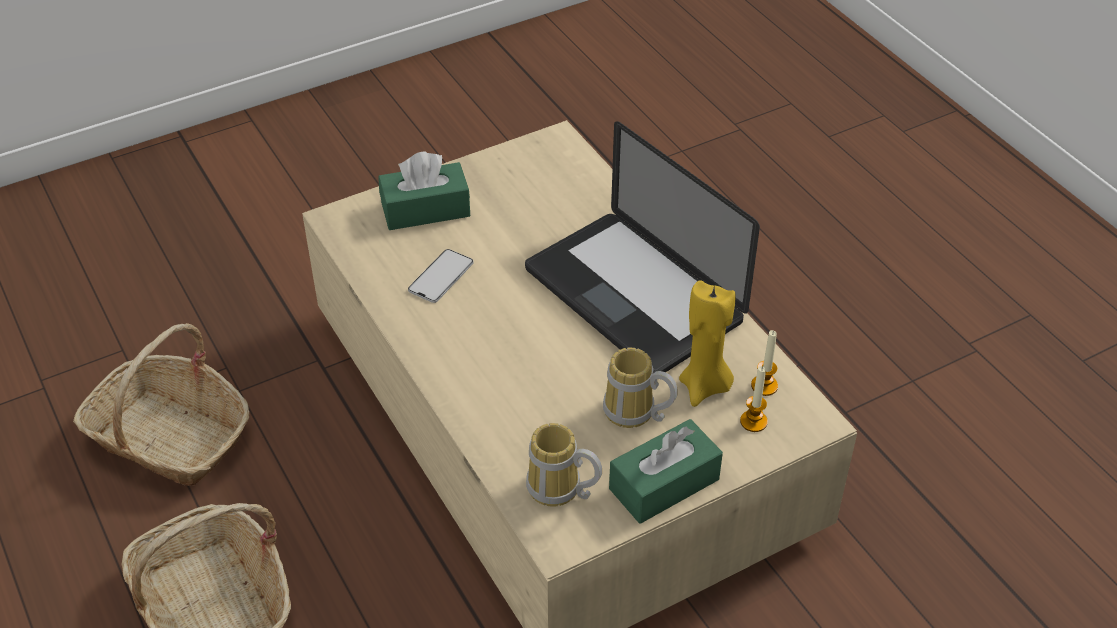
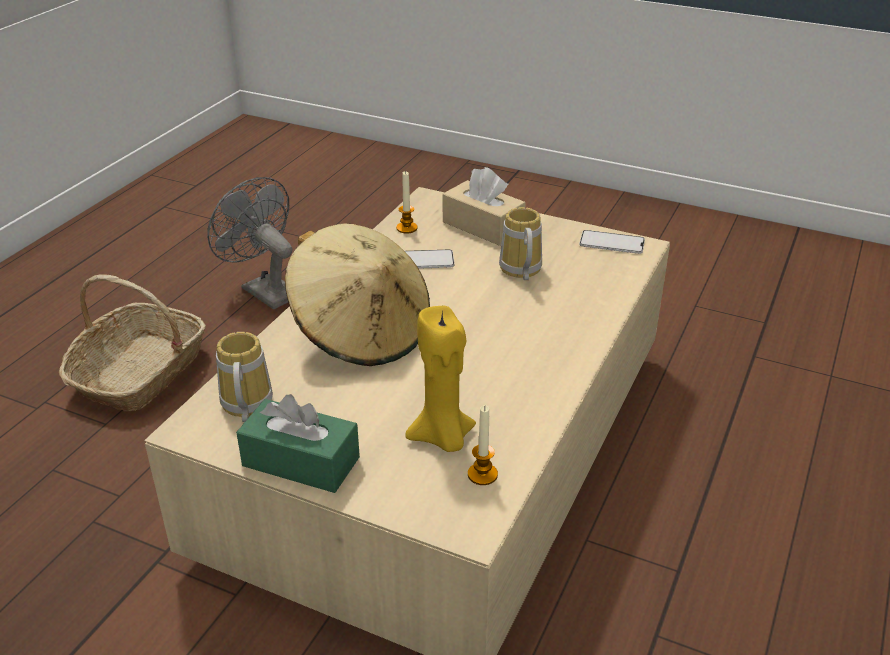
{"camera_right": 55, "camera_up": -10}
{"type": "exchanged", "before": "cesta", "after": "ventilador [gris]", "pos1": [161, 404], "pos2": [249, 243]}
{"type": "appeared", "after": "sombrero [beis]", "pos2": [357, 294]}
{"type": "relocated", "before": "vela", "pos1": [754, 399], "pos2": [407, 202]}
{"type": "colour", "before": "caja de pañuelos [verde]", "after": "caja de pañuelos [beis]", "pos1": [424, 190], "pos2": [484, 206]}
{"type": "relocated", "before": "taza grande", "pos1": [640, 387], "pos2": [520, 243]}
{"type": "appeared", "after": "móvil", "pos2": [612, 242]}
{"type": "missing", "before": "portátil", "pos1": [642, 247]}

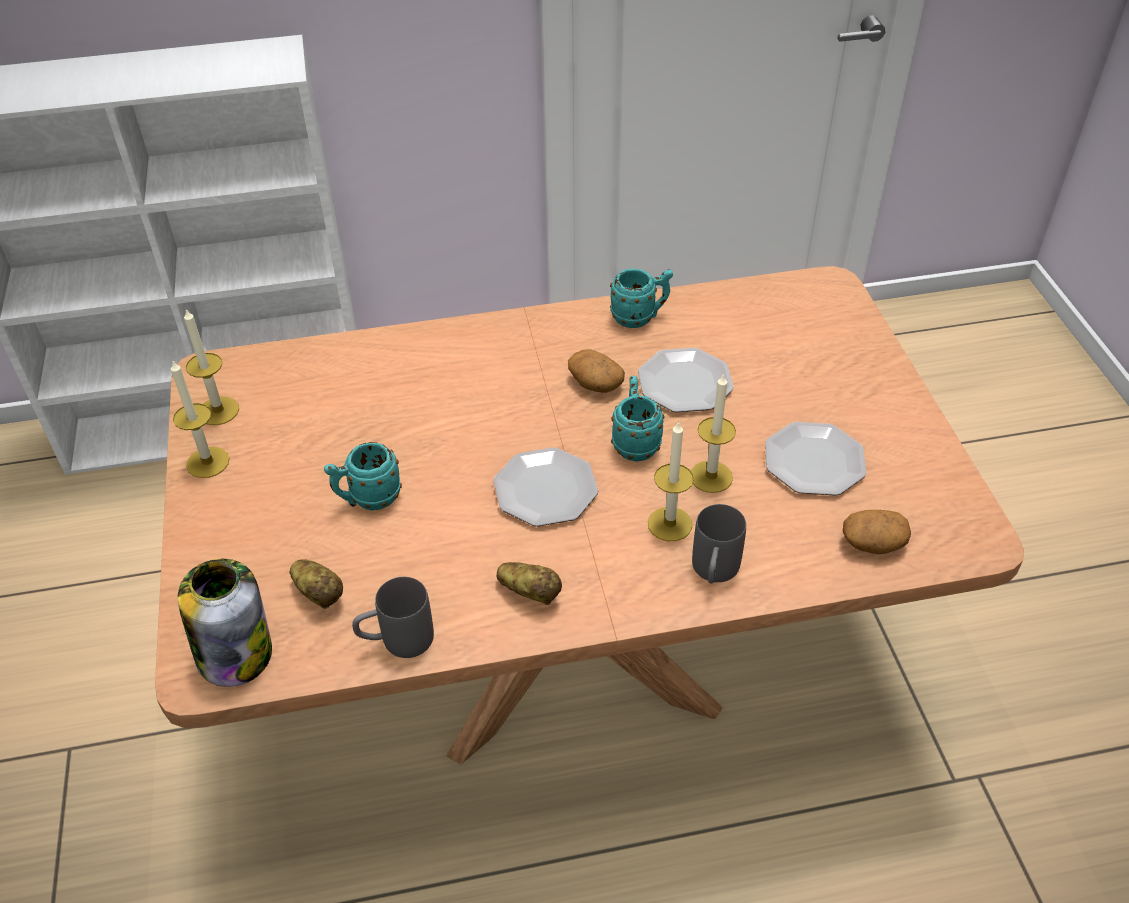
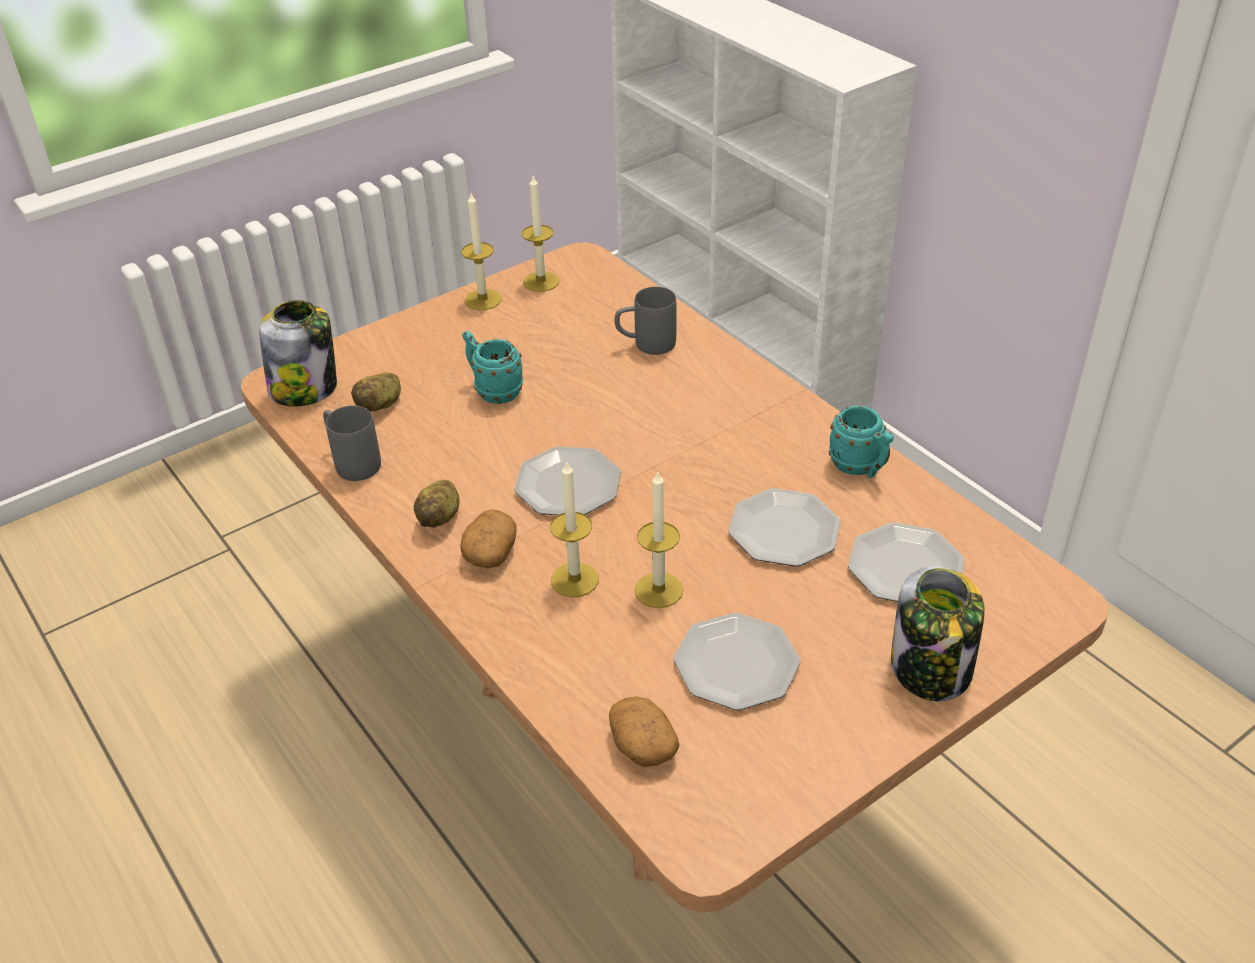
{"camera_right": 65, "camera_up": -5}
{"type": "relocated", "before": "patata", "pos1": [596, 371], "pos2": [488, 538]}
{"type": "relocated", "before": "taza grande [gris]", "pos1": [719, 543], "pos2": [646, 321]}
{"type": "appeared", "after": "plato", "pos2": [906, 562]}
{"type": "appeared", "after": "tarro", "pos2": [937, 633]}
{"type": "missing", "before": "taza grande [turquesa]", "pos1": [637, 419]}

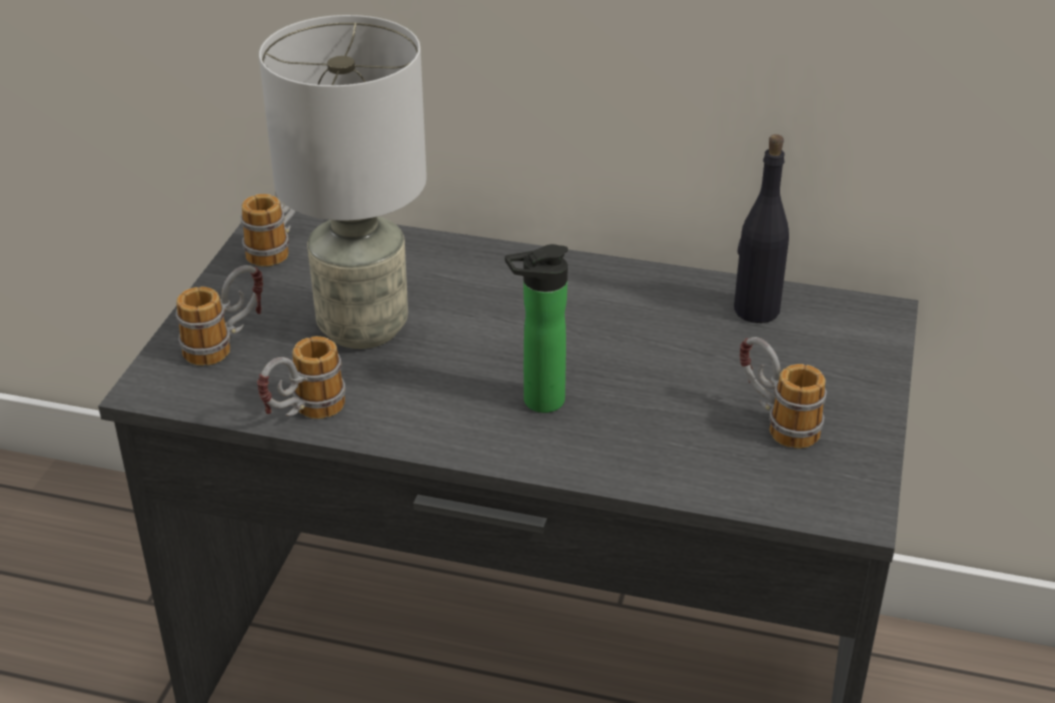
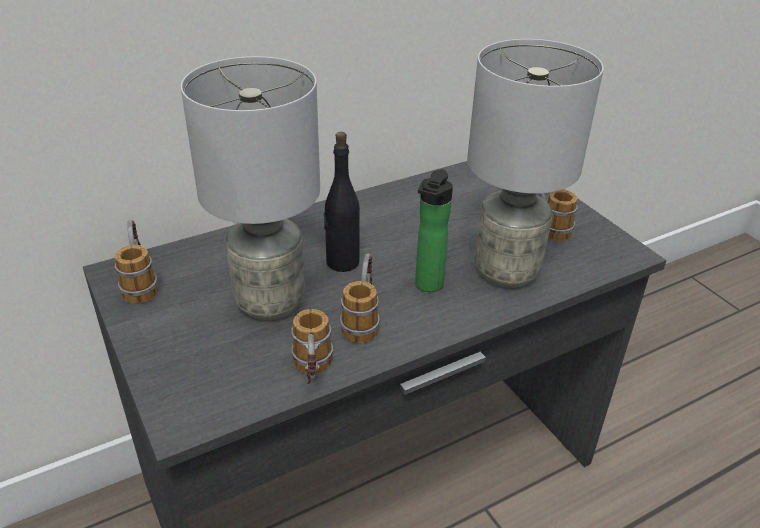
{"camera_right": -45, "camera_up": 0}
{"type": "relocated", "before": "botella [negro]", "pos1": [761, 228], "pos2": [341, 202]}
{"type": "relocated", "before": "taza grande", "pos1": [219, 315], "pos2": [360, 298]}
{"type": "appeared", "after": "lámpara de mesa [gris]", "pos2": [535, 163]}

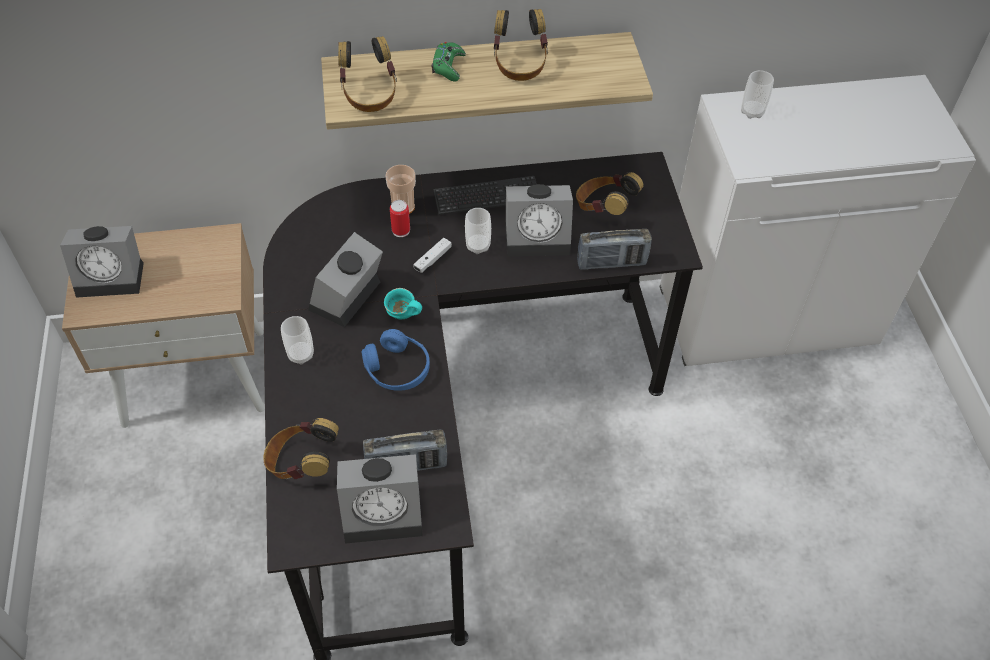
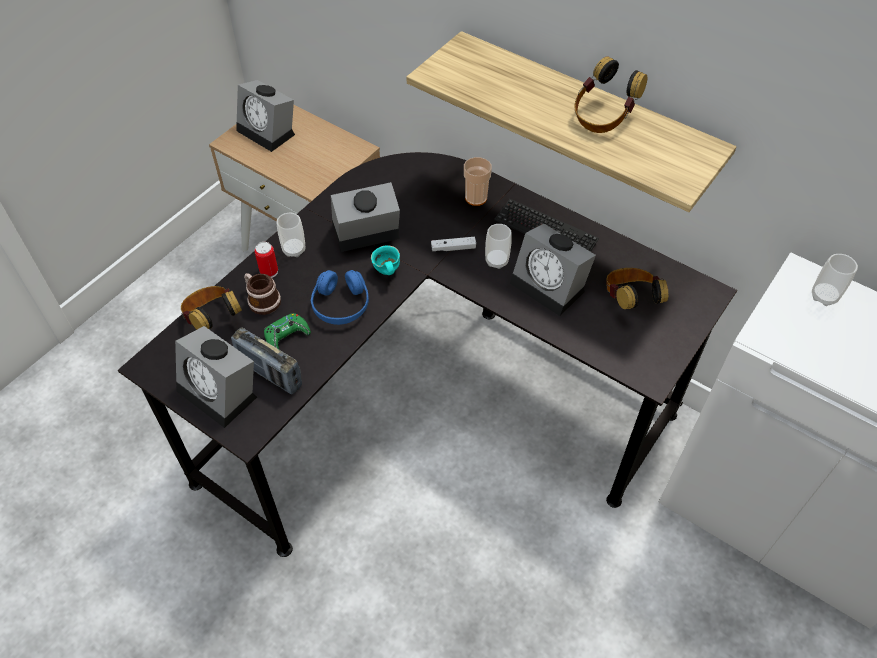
{"camera_right": 45, "camera_up": 0}
{"type": "appeared", "after": "taza grande", "pos2": [262, 294]}
{"type": "relocated", "before": "lata", "pos1": [400, 218], "pos2": [266, 260]}
{"type": "relocated", "before": "mando de consola [verde]", "pos1": [449, 61], "pos2": [287, 331]}
{"type": "missing", "before": "auriculares", "pos1": [367, 74]}
{"type": "missing", "before": "radio", "pos1": [614, 249]}

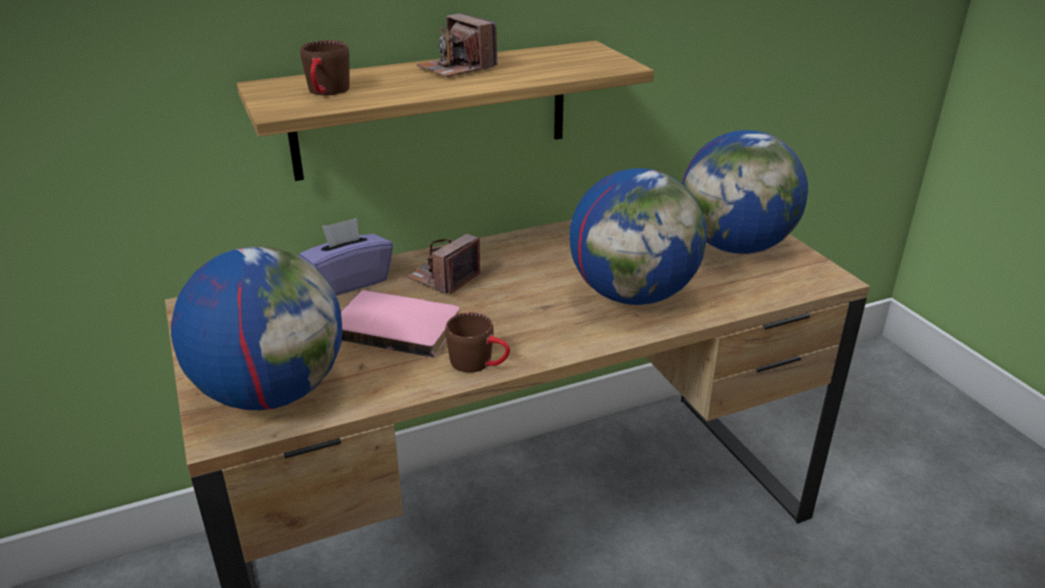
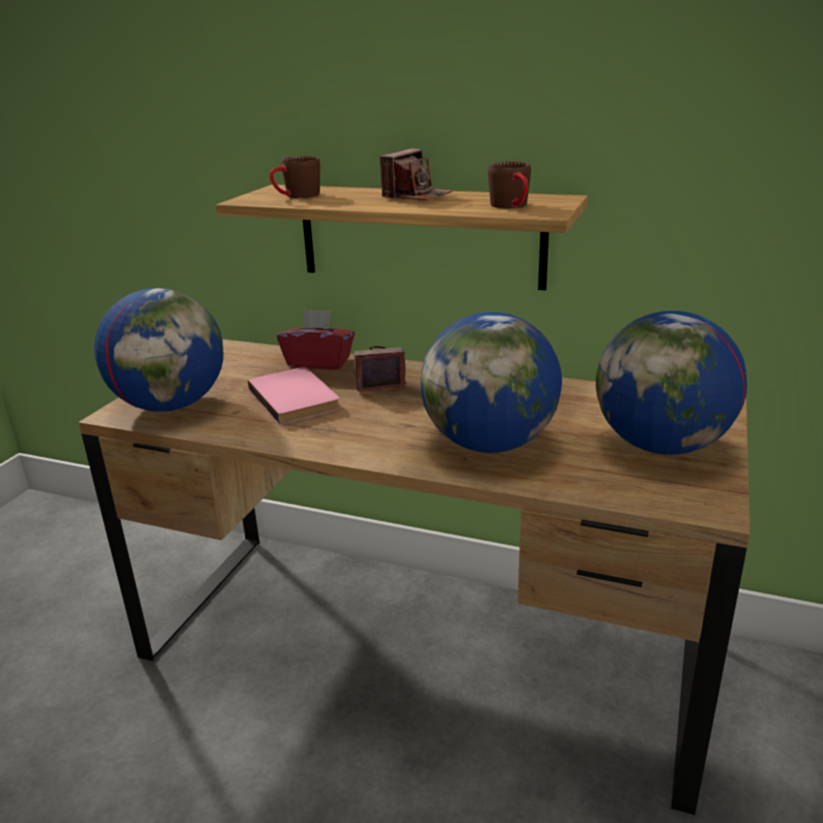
{"camera_right": 45, "camera_up": -5}
{"type": "colour", "before": "caja de pañuelos [morado]", "after": "caja de pañuelos [rojo]", "pos1": [346, 257], "pos2": [316, 339]}
{"type": "spun", "before": "cámara", "pos1": [457, 45], "pos2": [416, 174], "turn": -150}
{"type": "relocated", "before": "taza grande [marrón]", "pos1": [477, 342], "pos2": [509, 185]}

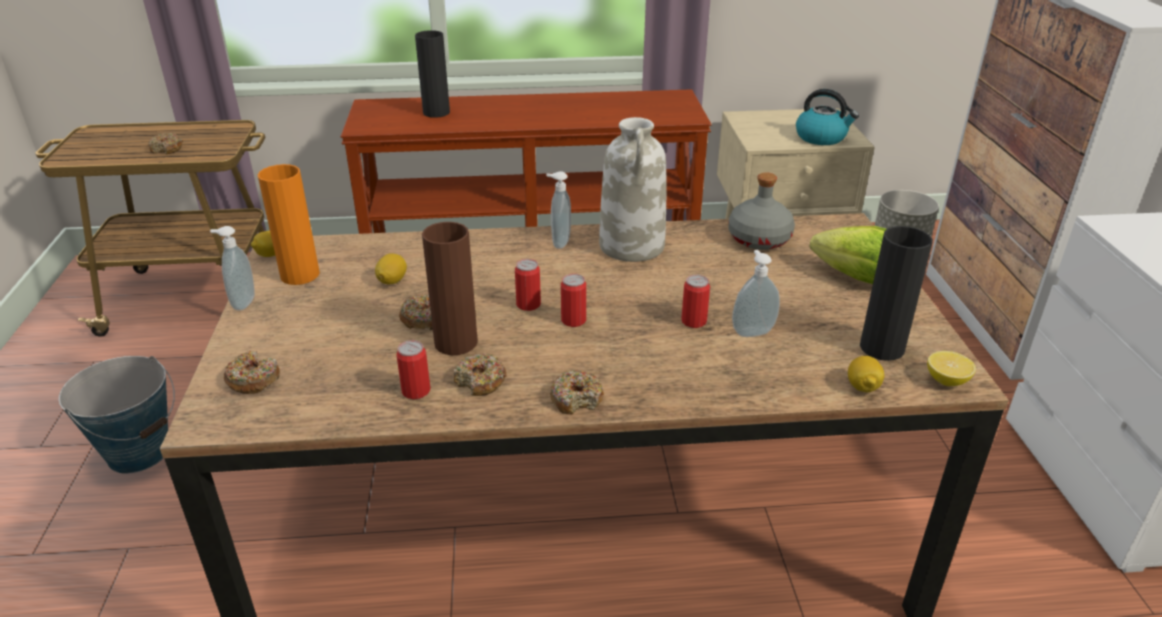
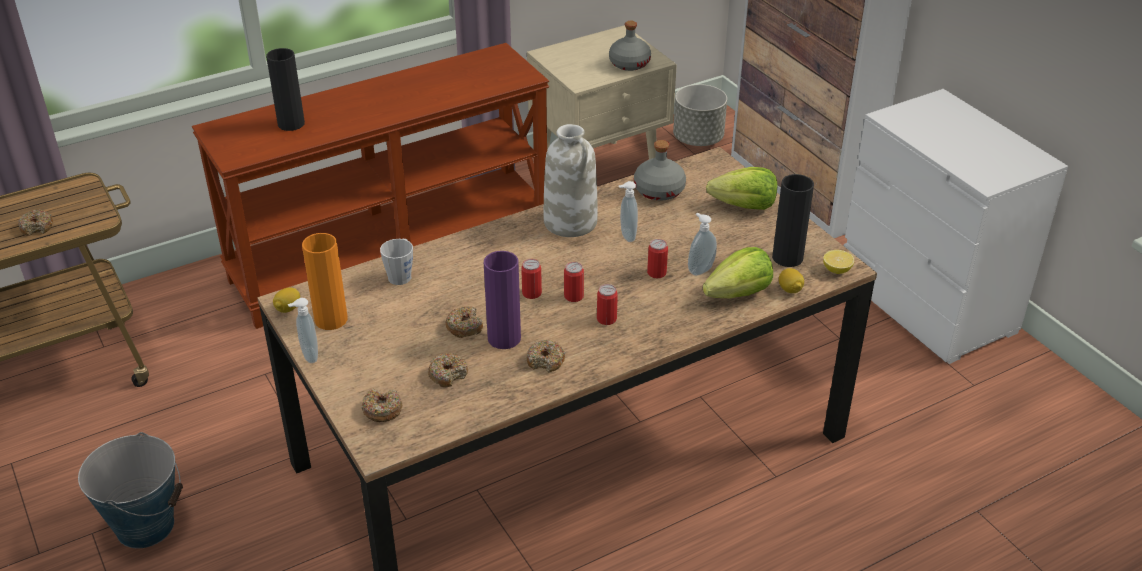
{"camera_right": -25, "camera_up": 5}
{"type": "appeared", "after": "taza grande [gris]", "pos2": [396, 262]}
{"type": "relocated", "before": "rosquilla", "pos1": [577, 392], "pos2": [448, 370]}
{"type": "colour", "before": "florero [marrón]", "after": "florero [morado]", "pos1": [450, 288], "pos2": [502, 300]}
{"type": "relocated", "before": "lata", "pos1": [413, 369], "pos2": [607, 304]}
{"type": "exchanged", "before": "hervidor", "after": "botella [gris]", "pos1": [827, 117], "pos2": [630, 46]}
{"type": "relocated", "before": "dispensador de jabón", "pos1": [558, 210], "pos2": [628, 211]}
{"type": "appeared", "after": "lechuga", "pos2": [738, 272]}
{"type": "missing", "before": "limón", "pos1": [391, 268]}

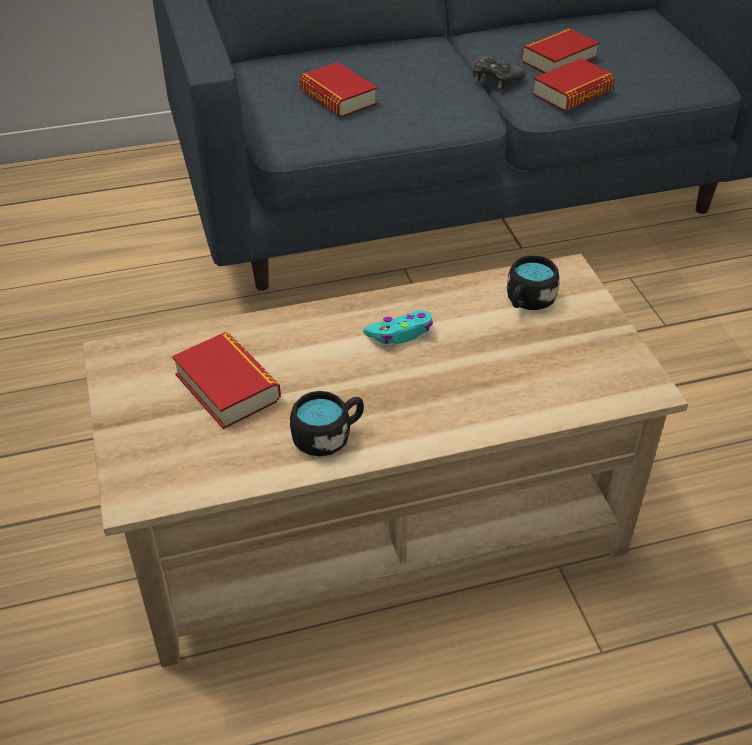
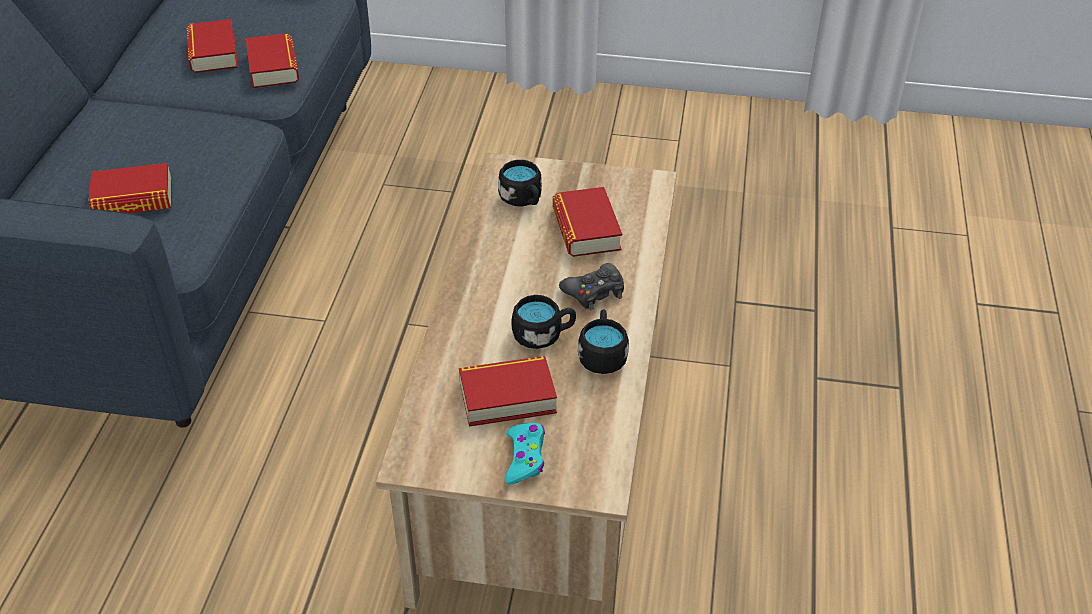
{"camera_right": -65, "camera_up": 0}
{"type": "relocated", "before": "mando de consola [turquesa]", "pos1": [398, 327], "pos2": [525, 454]}
{"type": "appeared", "after": "taza grande [negro]", "pos2": [543, 322]}
{"type": "appeared", "after": "libro", "pos2": [587, 222]}
{"type": "relocated", "before": "mando de consola [negro]", "pos1": [499, 72], "pos2": [591, 286]}

